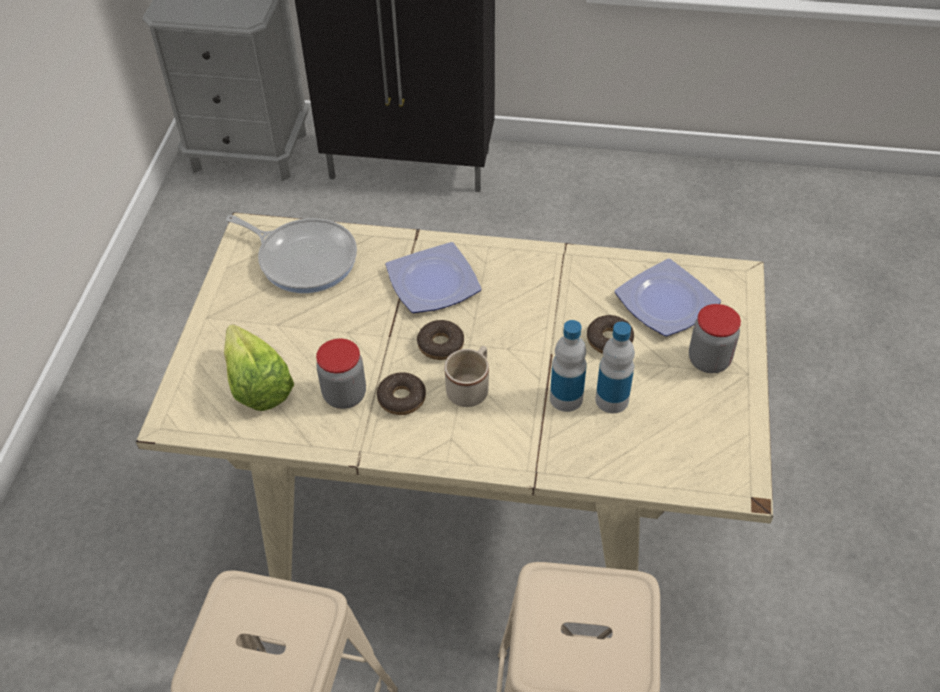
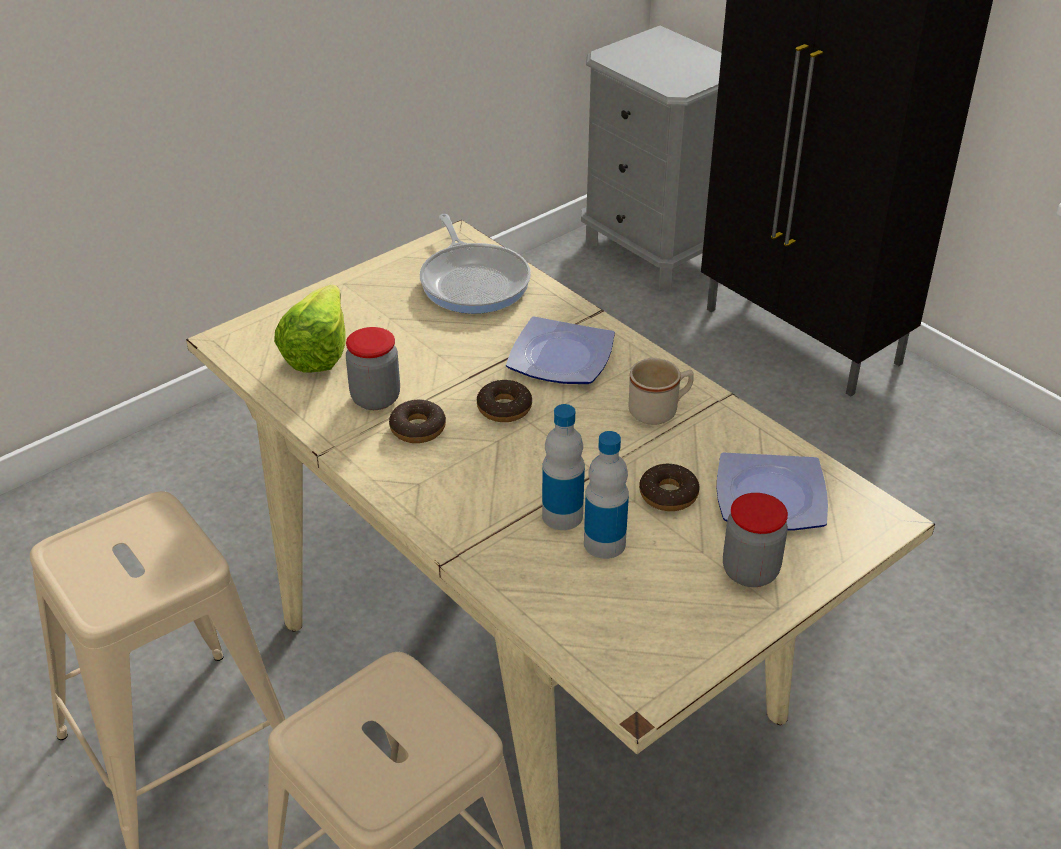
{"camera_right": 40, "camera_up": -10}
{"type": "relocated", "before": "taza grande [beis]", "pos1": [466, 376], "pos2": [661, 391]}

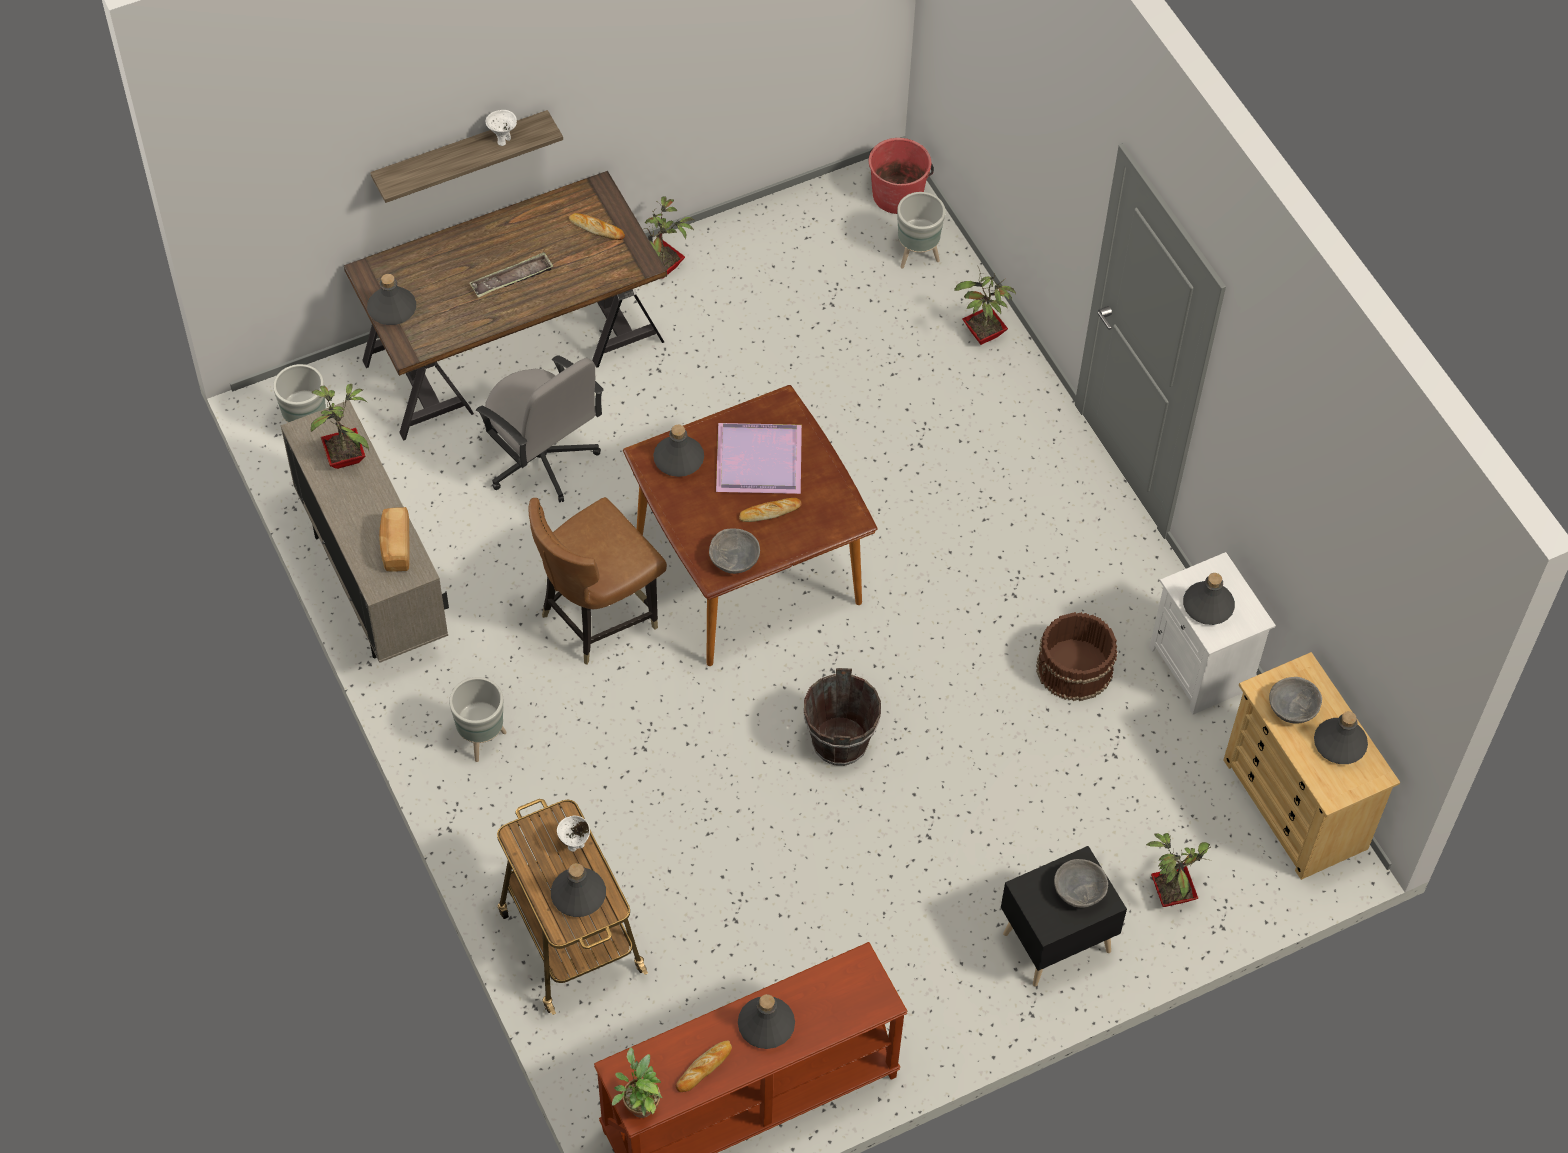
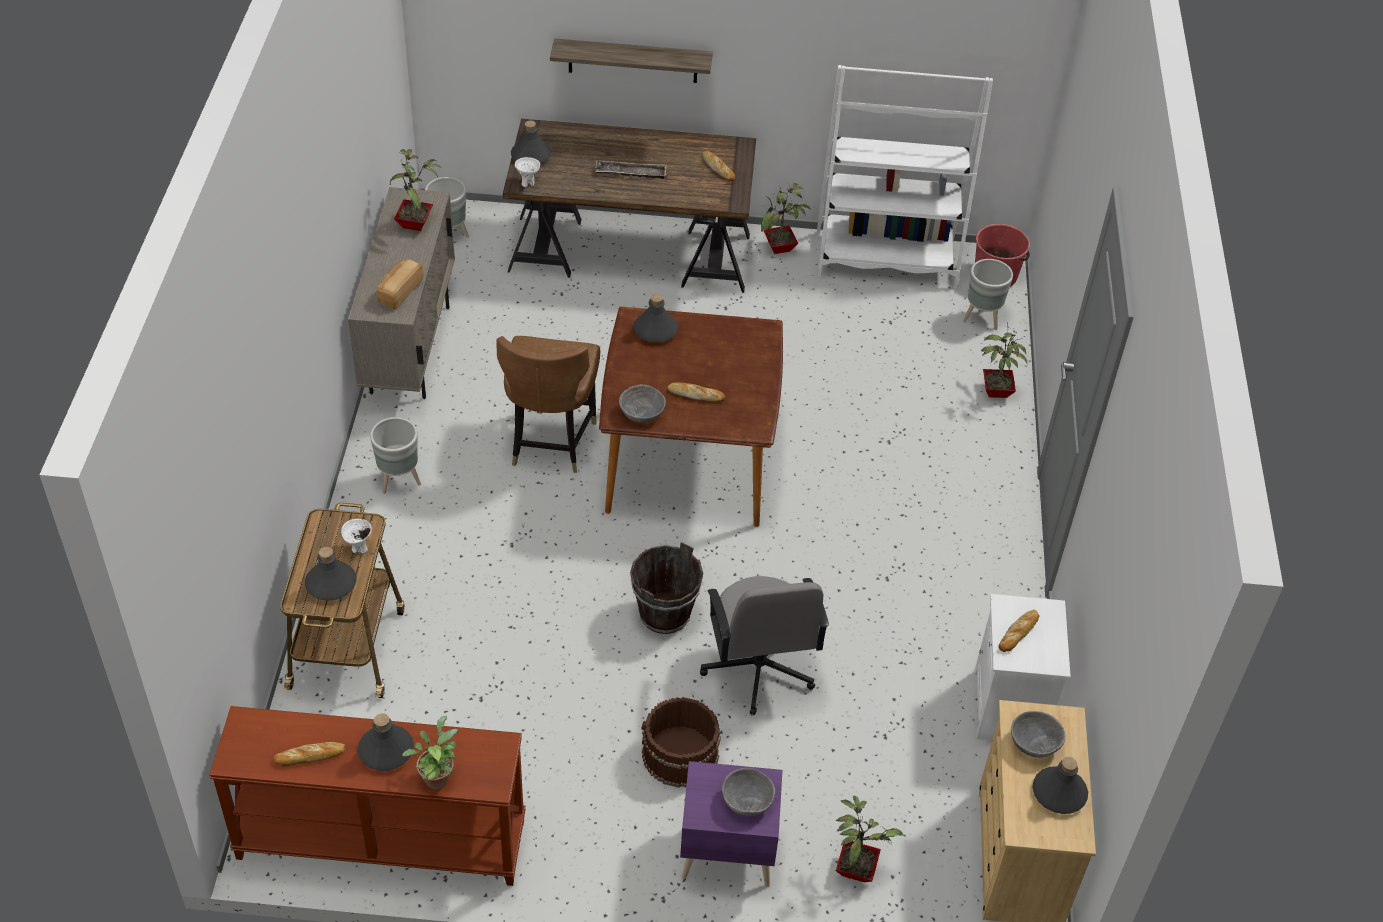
{"camera_right": 30, "camera_up": -10}
{"type": "relocated", "before": "planta en maceta", "pos1": [637, 1082], "pos2": [430, 752]}
{"type": "spun", "before": "silla [marrón]", "pos1": [597, 581], "pos2": [548, 404], "turn": -75}
{"type": "relocated", "before": "cuenco [blanco]", "pos1": [501, 128], "pos2": [527, 172]}
{"type": "relocated", "before": "cubo [marrón]", "pos1": [1076, 656], "pos2": [681, 742]}
{"type": "colour", "before": "mesita de noche [negro]", "after": "mesita de noche [morado]", "pos1": [1064, 916], "pos2": [731, 824]}
{"type": "relocated", "before": "silla de oficina [gris]", "pos1": [540, 428], "pos2": [764, 645]}
{"type": "appeared", "after": "estantería [blanco]", "pos2": [905, 177]}
{"type": "exchanged", "before": "botella [gris]", "after": "pan", "pos1": [1209, 599], "pos2": [1019, 631]}
{"type": "missing", "before": "bandeja [morado]", "pos1": [759, 458]}

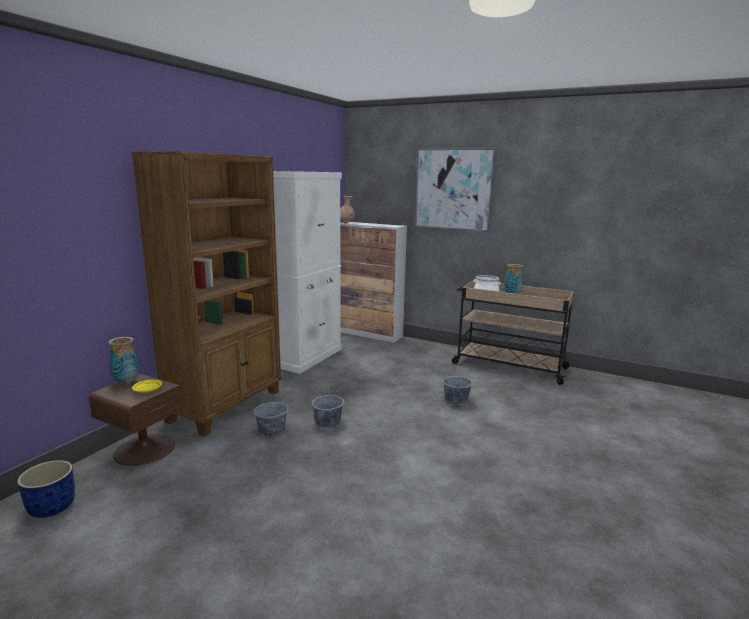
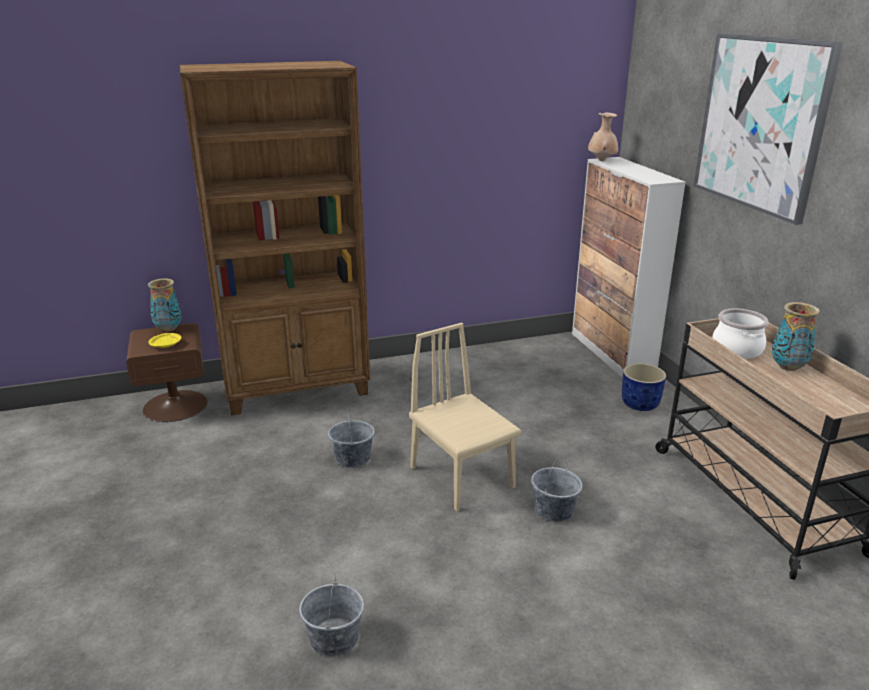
{"camera_right": 45, "camera_up": 10}
{"type": "relocated", "before": "cubo [gris]", "pos1": [271, 414], "pos2": [331, 615]}
{"type": "appeared", "after": "silla [beis]", "pos2": [465, 417]}
{"type": "relocated", "before": "maceta [azul]", "pos1": [46, 489], "pos2": [644, 387]}
{"type": "missing", "before": "armario [blanco]", "pos1": [307, 272]}

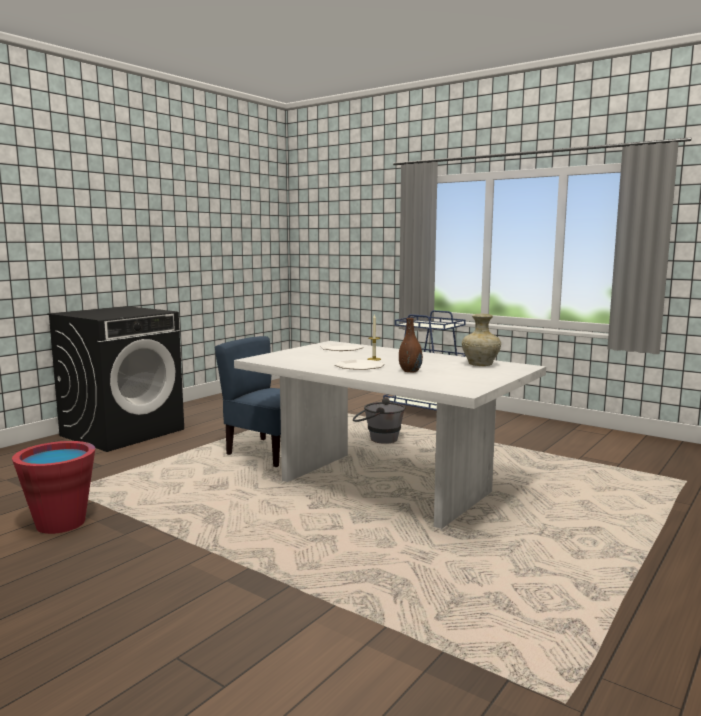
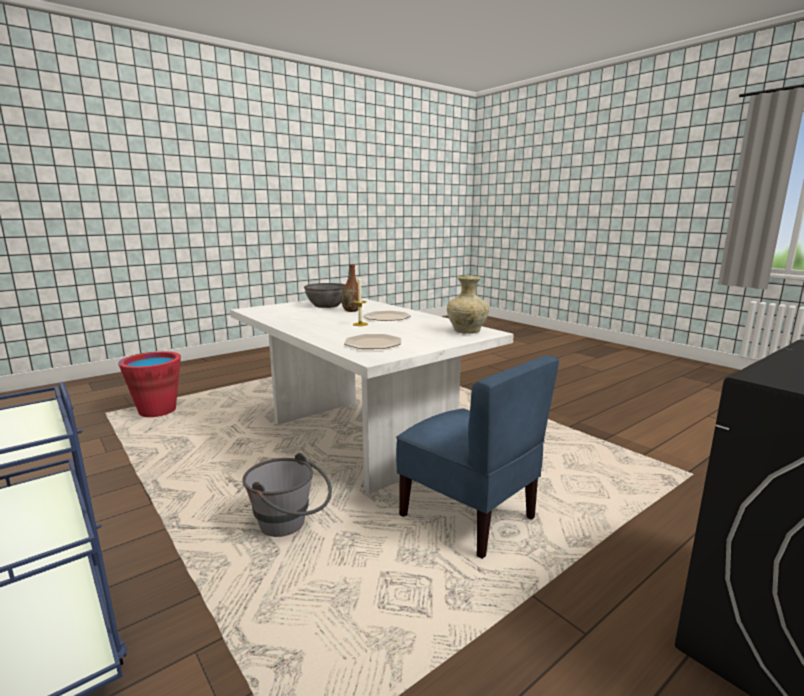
{"camera_right": -165, "camera_up": 5}
{"type": "relocated", "before": "cubo [rojo]", "pos1": [53, 487], "pos2": [149, 384]}
{"type": "appeared", "after": "cuenco [gris]", "pos2": [324, 295]}
{"type": "relocated", "before": "florero [beis]", "pos1": [481, 340], "pos2": [468, 304]}

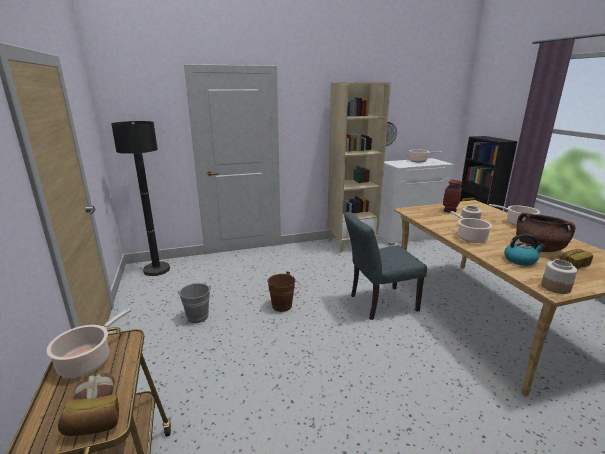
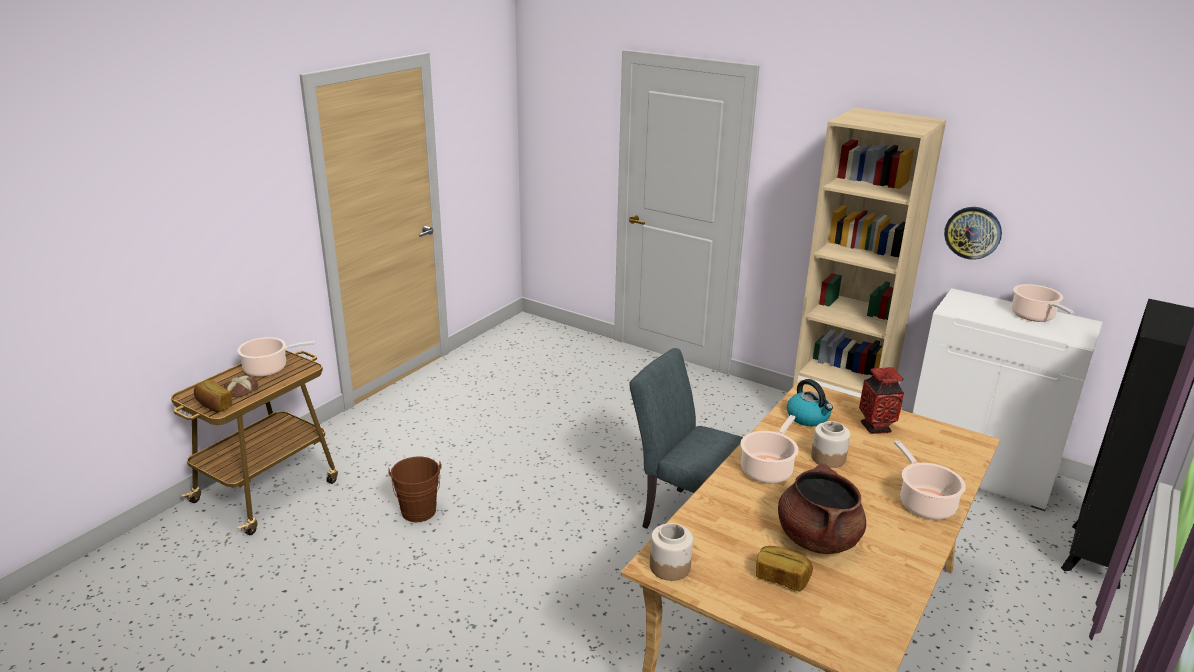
{"camera_right": 50, "camera_up": 5}
{"type": "relocated", "before": "cubo [marrón]", "pos1": [284, 291], "pos2": [415, 489]}
{"type": "relocated", "before": "hervidor", "pos1": [524, 250], "pos2": [810, 402]}
{"type": "missing", "before": "lámpara de pie [negro]", "pos1": [140, 198]}
{"type": "missing", "before": "cubo [gris]", "pos1": [194, 303]}

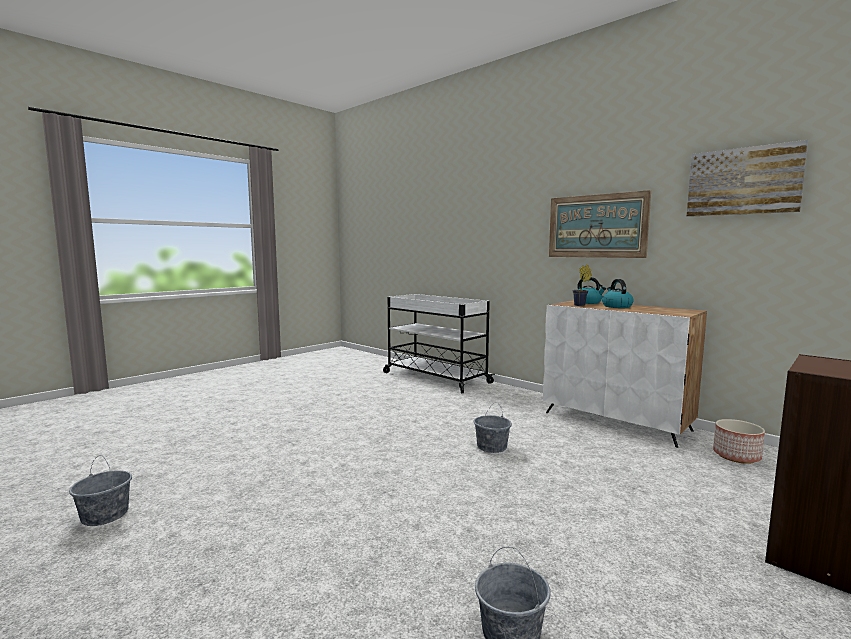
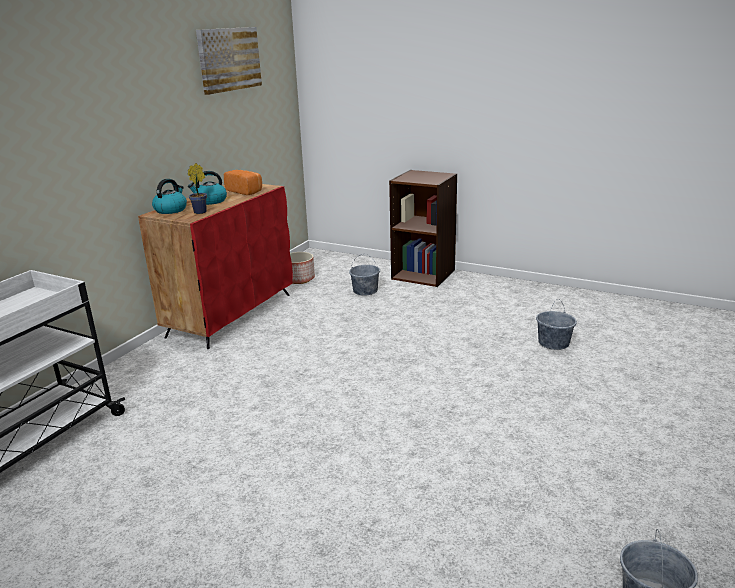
{"camera_right": -105, "camera_up": 15}
{"type": "colour", "before": "armario [blanco]", "after": "armario [rojo]", "pos1": [625, 374], "pos2": [215, 266]}
{"type": "appeared", "after": "pan", "pos2": [243, 182]}
{"type": "relocated", "before": "cubo [gris]", "pos1": [493, 428], "pos2": [364, 275]}
{"type": "missing", "before": "cuadro", "pos1": [600, 224]}

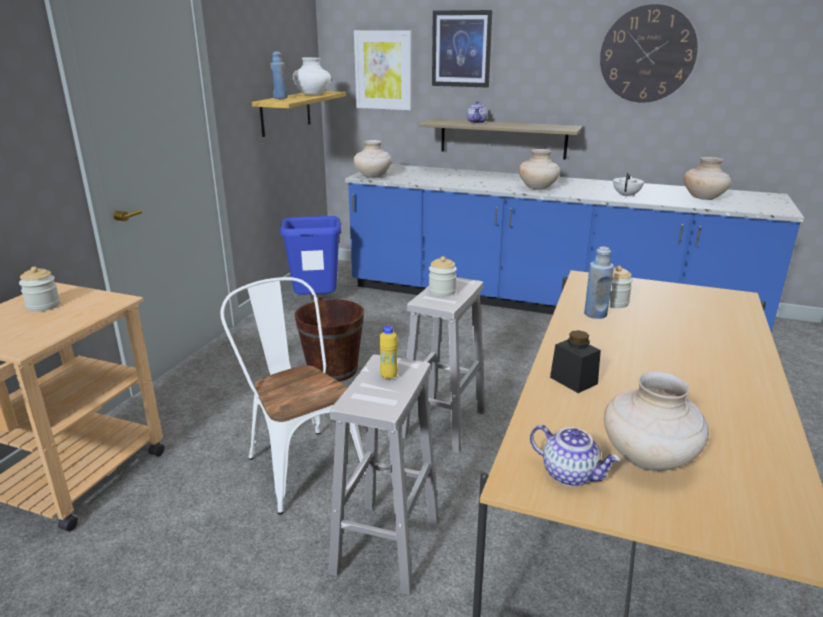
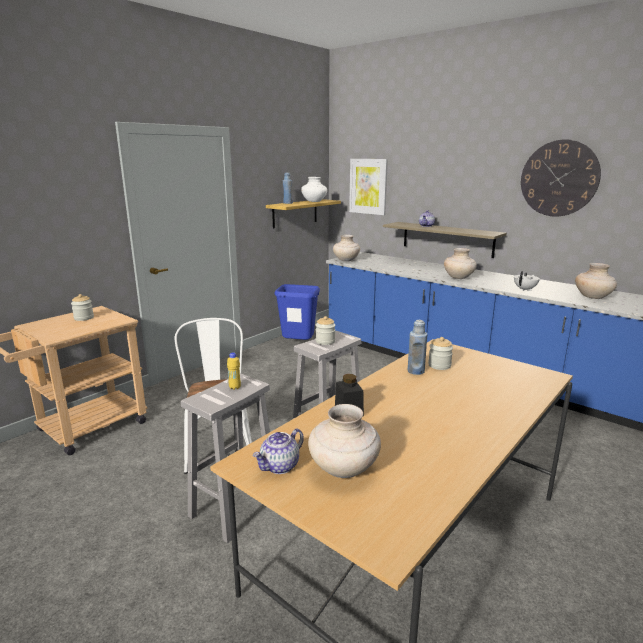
{"camera_right": 20, "camera_up": -5}
{"type": "spun", "before": "tetera", "pos1": [575, 456], "pos2": [278, 451], "turn": 75}
{"type": "missing", "before": "cubo [marrón]", "pos1": [329, 339]}
{"type": "missing", "before": "cuadro", "pos1": [462, 49]}

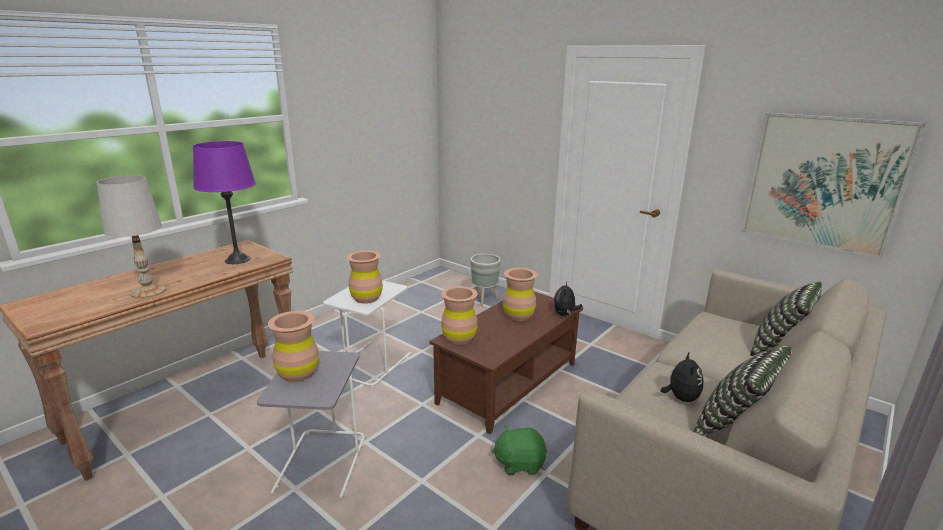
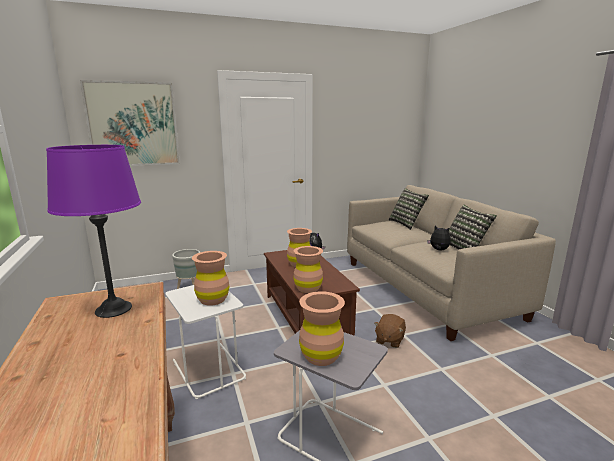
{"camera_right": -60, "camera_up": -5}
{"type": "relocated", "before": "cuadro", "pos1": [833, 185], "pos2": [130, 123]}
{"type": "colour", "before": "peluche [verde]", "after": "peluche [marrón]", "pos1": [519, 450], "pos2": [390, 331]}
{"type": "missing", "before": "lámpara de mesa [blanco]", "pos1": [131, 236]}

